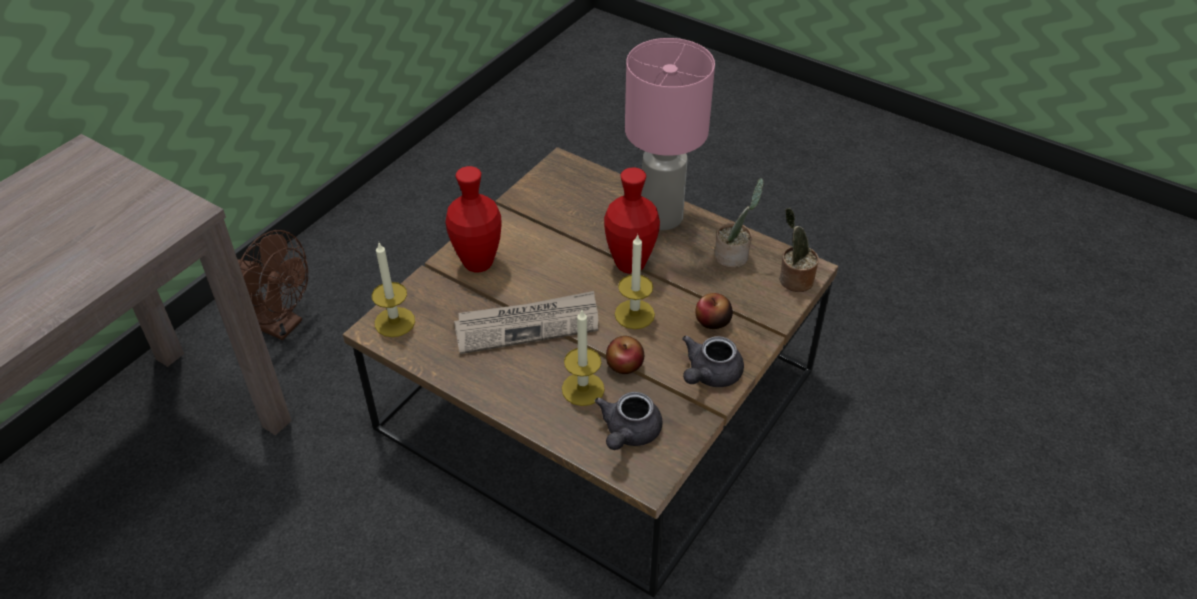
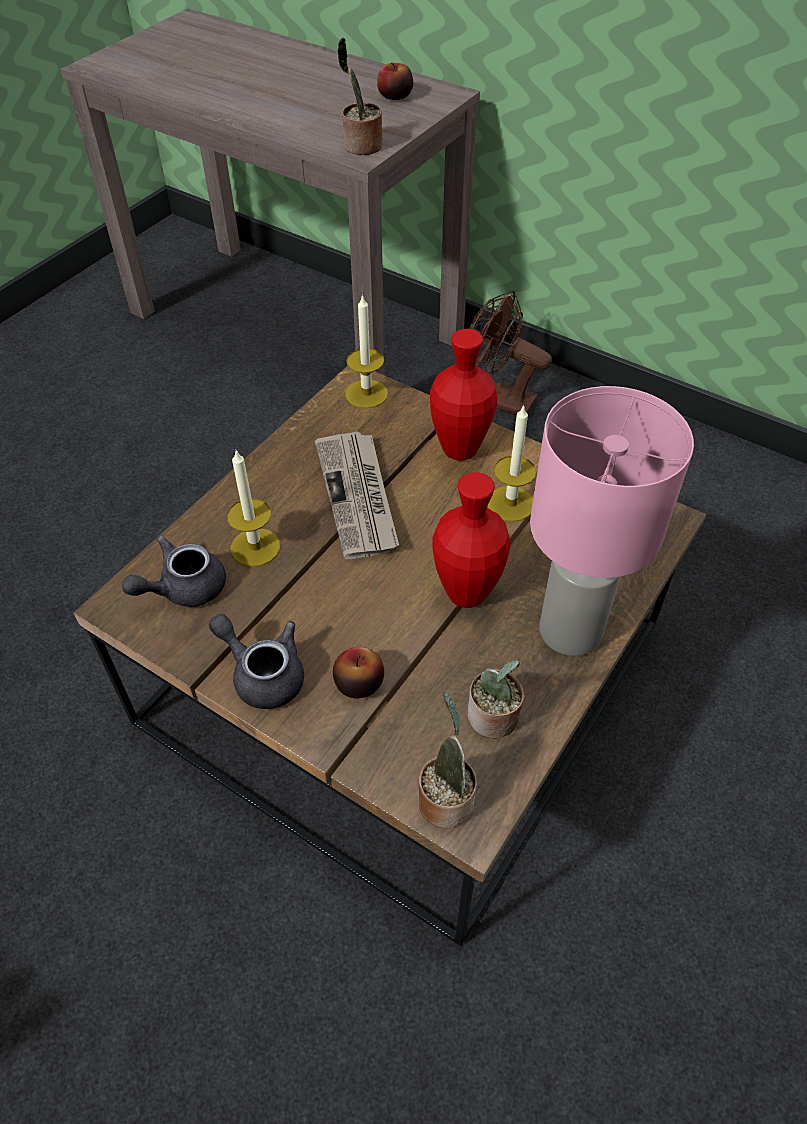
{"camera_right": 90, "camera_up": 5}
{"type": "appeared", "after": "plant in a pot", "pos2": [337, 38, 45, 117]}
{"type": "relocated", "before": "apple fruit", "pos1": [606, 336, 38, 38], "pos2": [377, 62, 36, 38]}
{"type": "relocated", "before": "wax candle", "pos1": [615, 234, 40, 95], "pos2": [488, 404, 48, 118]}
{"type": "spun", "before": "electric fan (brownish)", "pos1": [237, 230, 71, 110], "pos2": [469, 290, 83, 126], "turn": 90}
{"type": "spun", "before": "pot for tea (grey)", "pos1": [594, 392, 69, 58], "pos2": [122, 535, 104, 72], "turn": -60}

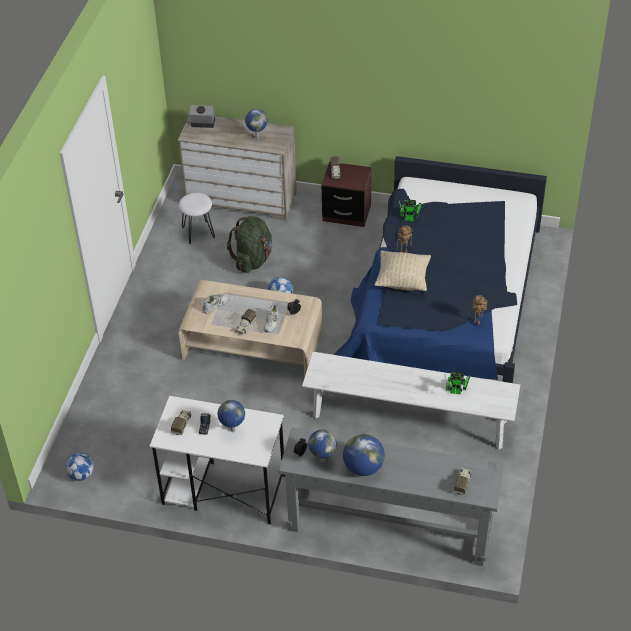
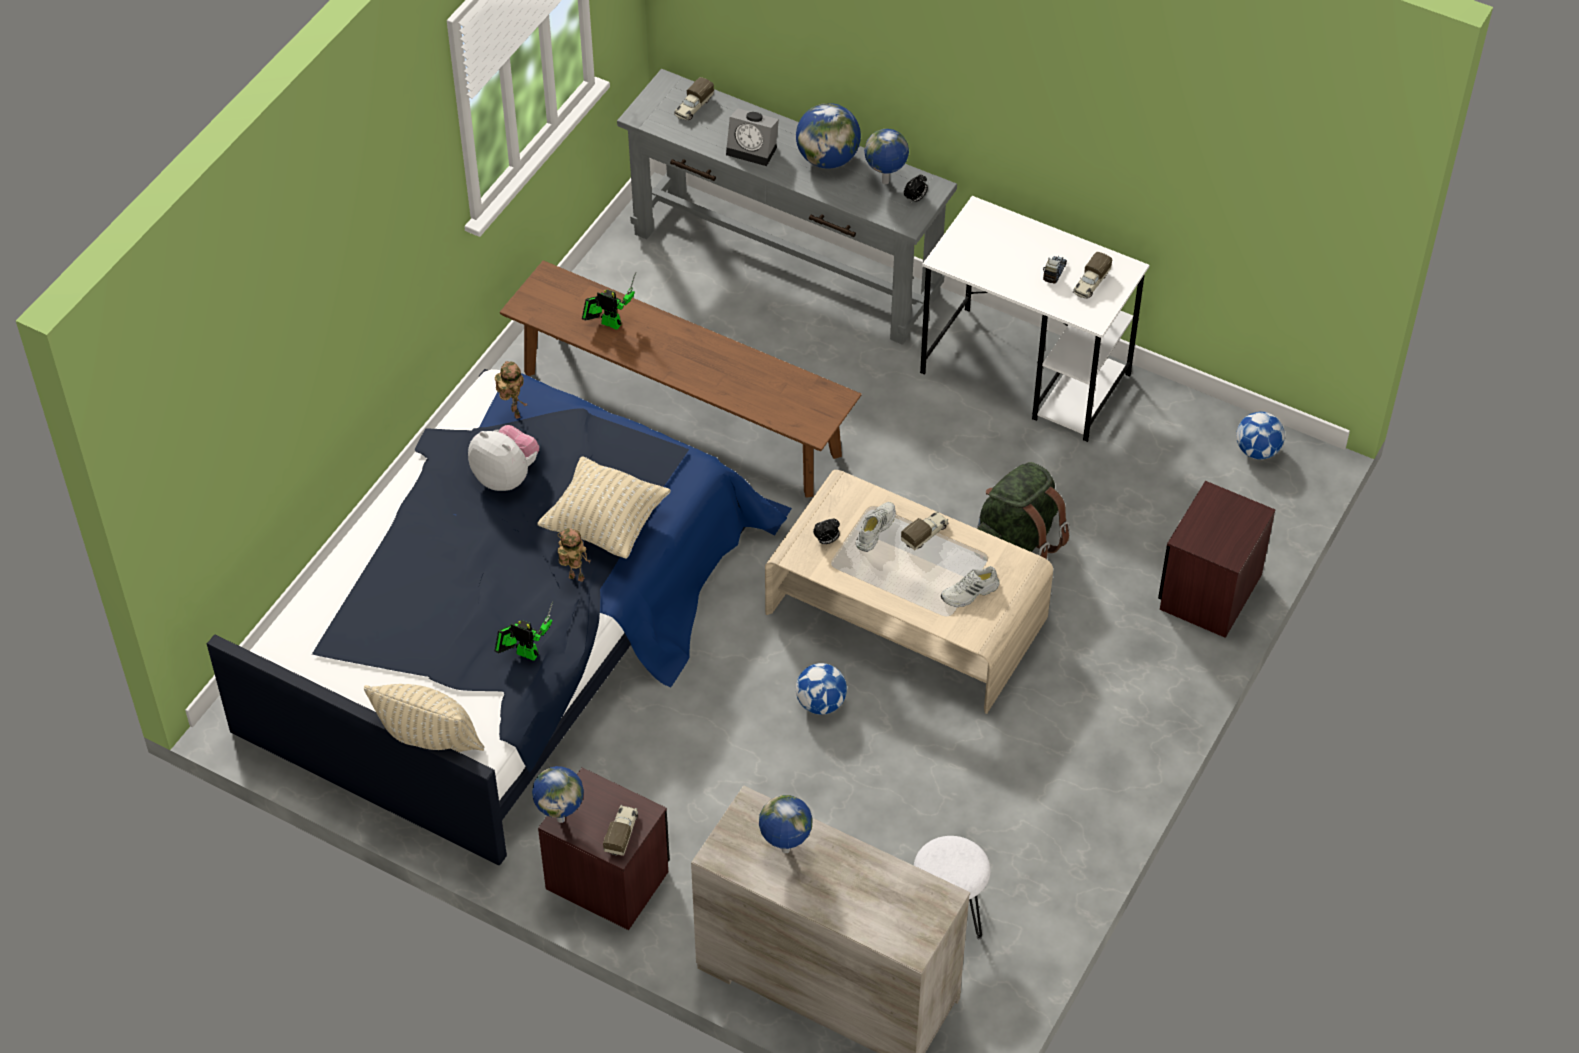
{"camera_right": -165, "camera_up": 5}
{"type": "appeared", "after": "throw pillow (beige)", "pos2": [364, 684, 120, 68]}
{"type": "appeared", "after": "plush toy", "pos2": [468, 425, 71, 66]}
{"type": "appeared", "after": "nightstand (brownish)", "pos2": [1158, 481, 117, 157]}
{"type": "relocated", "before": "alarm clock", "pos1": [189, 105, 26, 23], "pos2": [726, 108, 53, 58]}
{"type": "relocated", "before": "globe", "pos1": [217, 400, 28, 32], "pos2": [532, 766, 52, 57]}
{"type": "relocated", "before": "rucksack (greenish)", "pos1": [227, 216, 45, 57], "pos2": [977, 462, 93, 97]}
{"type": "colour", "before": "long seat (white)", "after": "long seat (brownish)", "pos1": [302, 352, 218, 97], "pos2": [500, 260, 362, 238]}

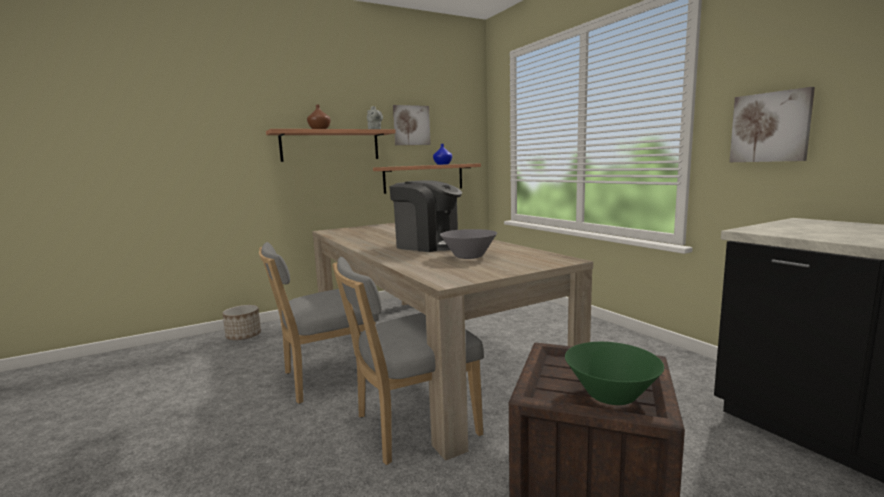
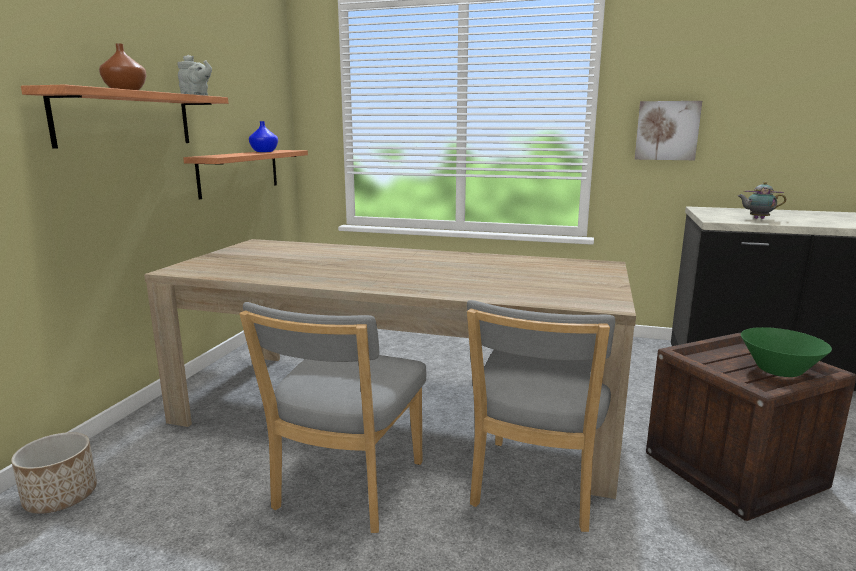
{"camera_right": -45, "camera_up": 5}
{"type": "missing", "before": "coffee brewer", "pos1": [389, 180, 73, 72]}
{"type": "missing", "before": "wall art", "pos1": [393, 105, 38, 40]}
{"type": "missing", "before": "bowl (grey)", "pos1": [440, 229, 57, 30]}
{"type": "appeared", "after": "pot for tea", "pos2": [738, 182, 48, 37]}

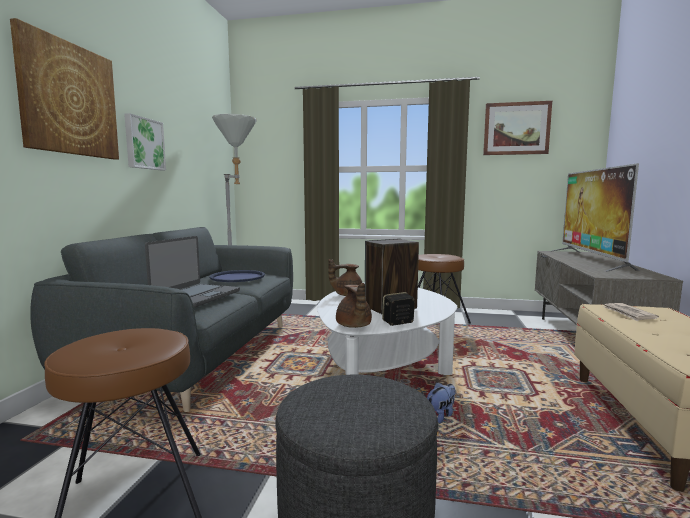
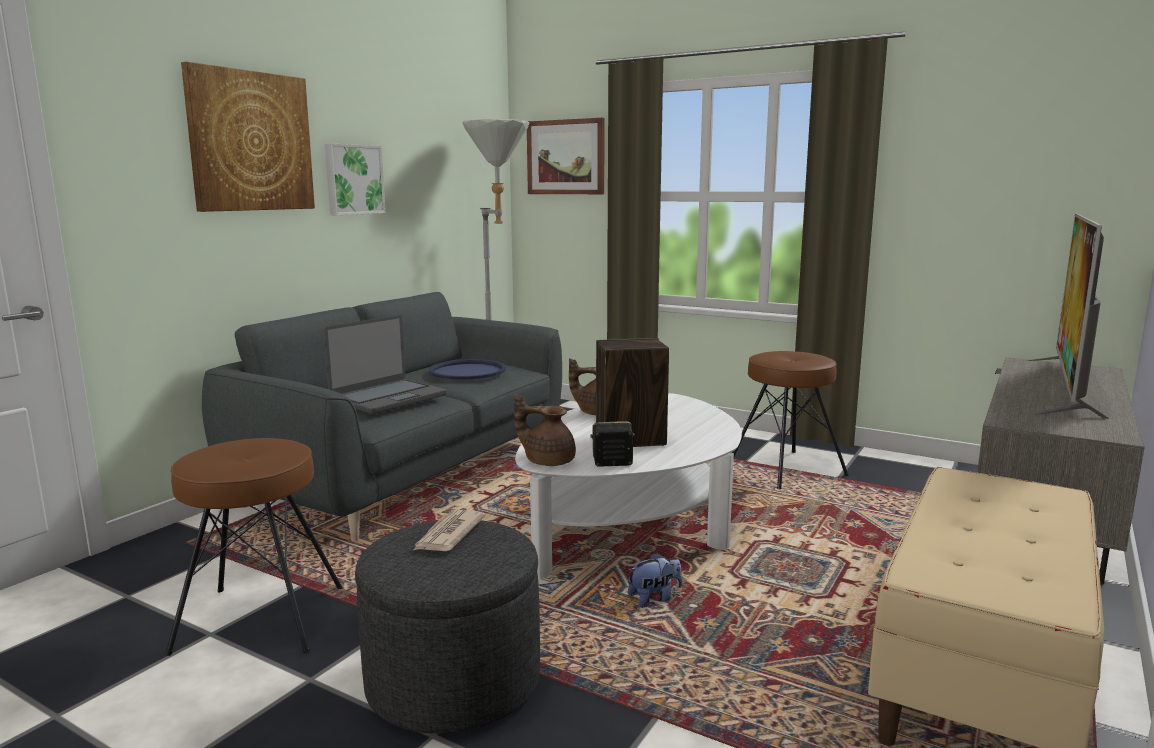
{"camera_right": 20, "camera_up": 5}
{"type": "relocated", "before": "wall art", "pos1": [483, 101, 69, 54], "pos2": [527, 118, 78, 76]}
{"type": "relocated", "before": "daily paper", "pos1": [602, 303, 57, 18], "pos2": [414, 510, 72, 41]}
{"type": "spun", "before": "pot for tea (brownish)", "pos1": [336, 283, 36, 45], "pos2": [514, 394, 62, 72], "turn": 105}

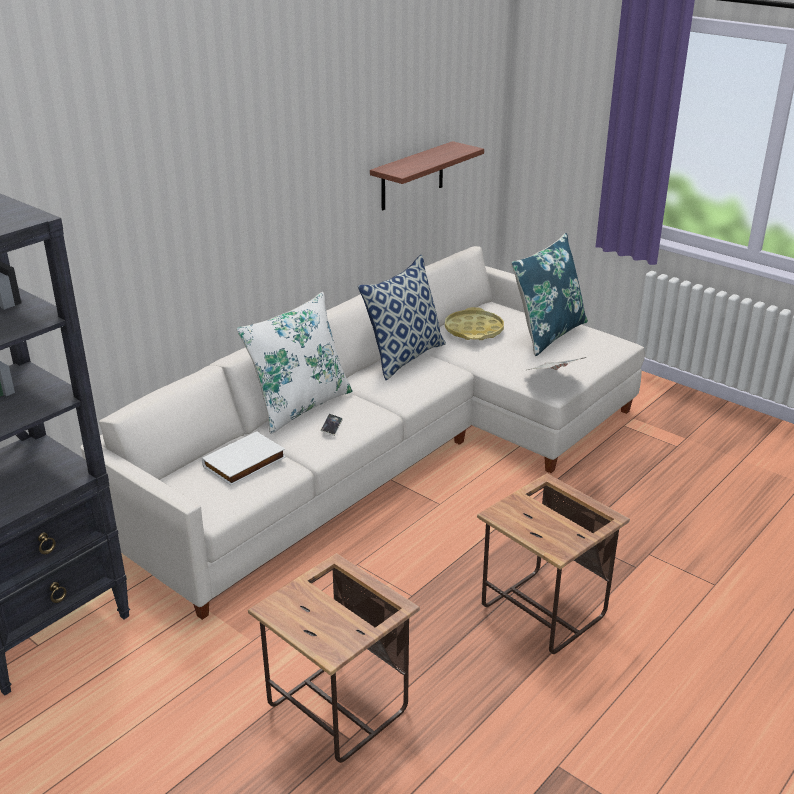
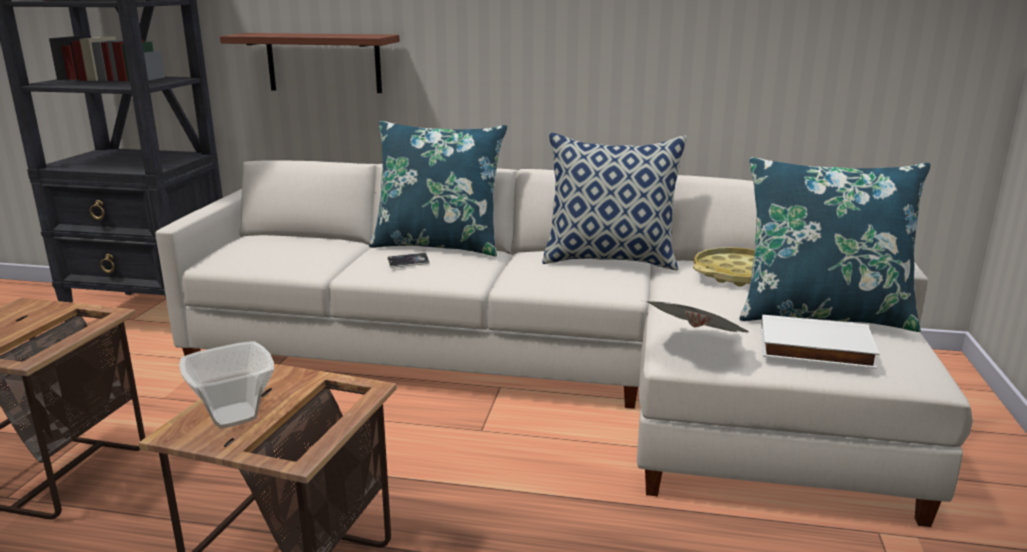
{"camera_right": 60, "camera_up": -10}
{"type": "appeared", "after": "bowl", "pos2": [179, 341, 95, 88]}
{"type": "relocated", "before": "volume (white)", "pos1": [202, 432, 84, 53], "pos2": [761, 315, 118, 54]}
{"type": "relocated", "before": "shelf", "pos1": [370, 141, 114, 69], "pos2": [220, 33, 180, 60]}
{"type": "colour", "before": "throw pillow (white)", "after": "throw pillow (blue-coloured)", "pos1": [236, 292, 117, 142], "pos2": [369, 121, 138, 135]}

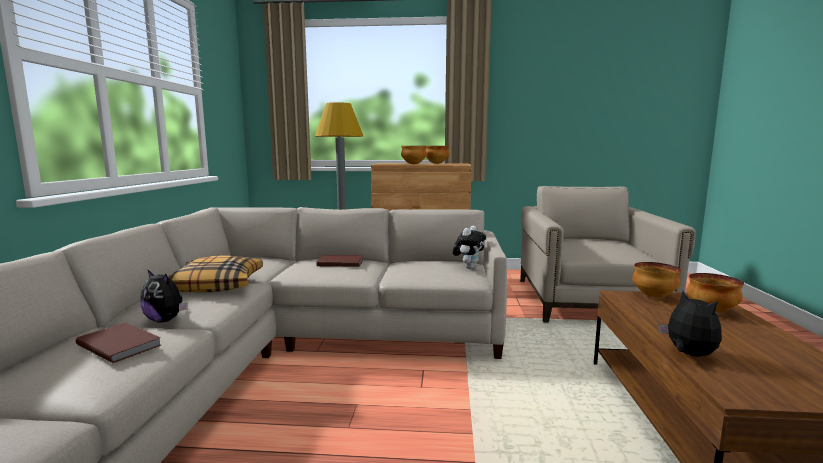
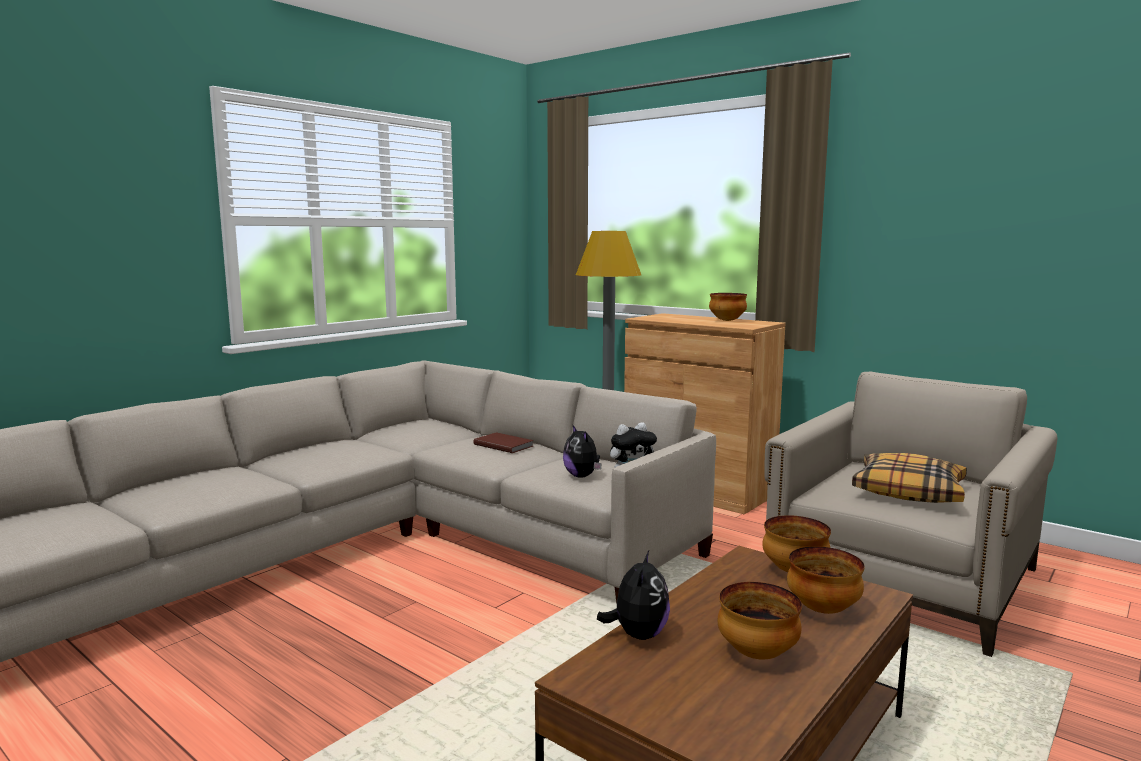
{"camera_right": 35, "camera_up": 0}
{"type": "missing", "before": "volume (brownish)", "pos1": [76, 323, 85, 40]}
{"type": "relocated", "before": "plush toy", "pos1": [140, 269, 48, 54], "pos2": [563, 424, 39, 54]}
{"type": "relocated", "before": "throw pillow", "pos1": [168, 255, 95, 37], "pos2": [852, 453, 115, 50]}
{"type": "relocated", "before": "bowl", "pos1": [401, 146, 26, 18], "pos2": [718, 582, 84, 77]}

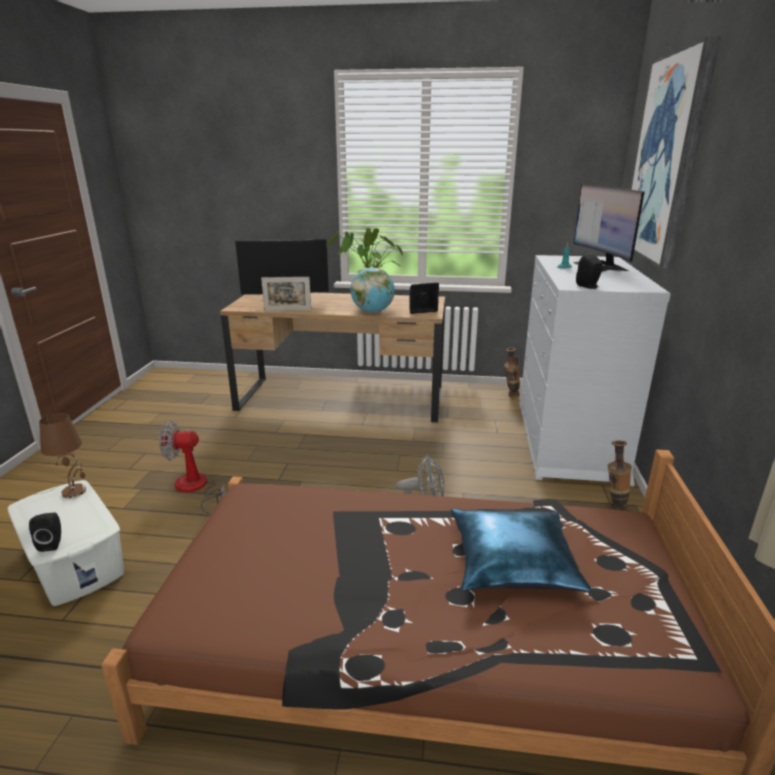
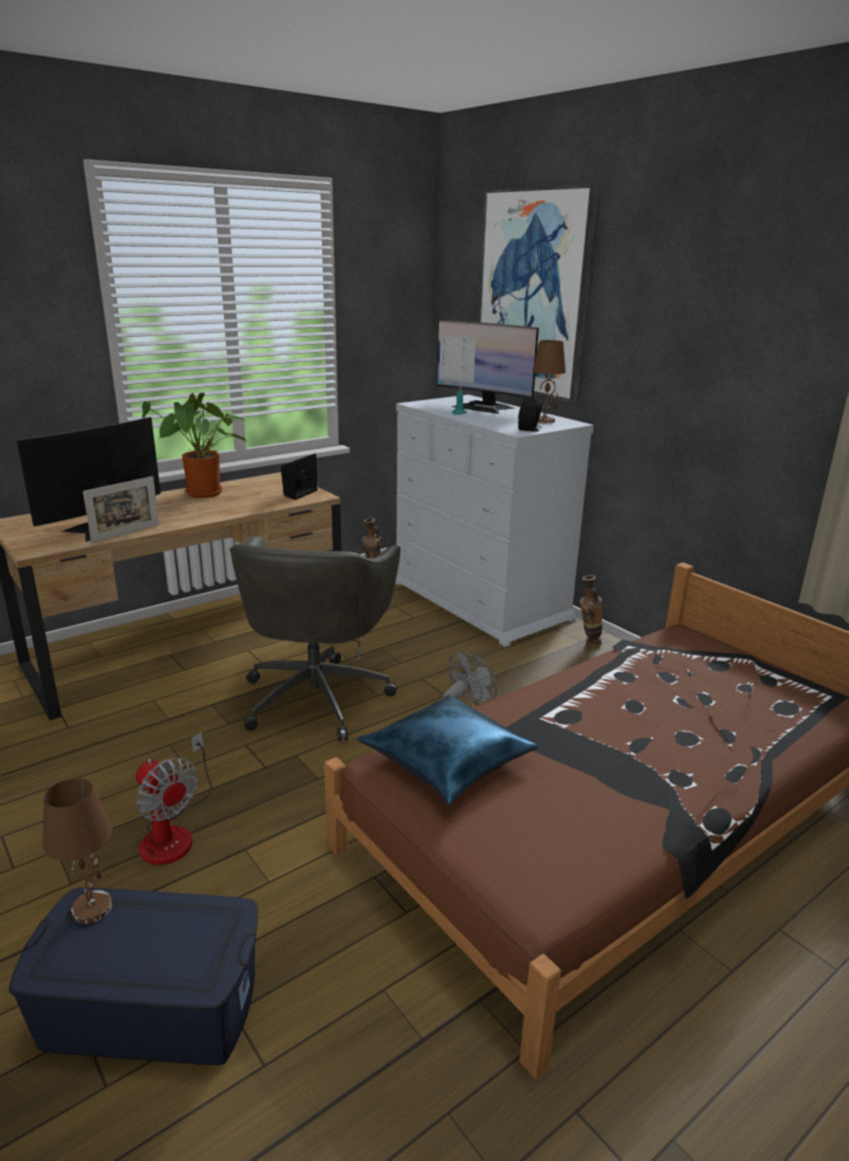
{"camera_right": -45, "camera_up": 0}
{"type": "missing", "before": "loudspeaker (black-coloured)", "pos1": [29, 513, 32, 39]}
{"type": "missing", "before": "globe", "pos1": [351, 267, 44, 46]}
{"type": "appeared", "after": "office chair (grey)", "pos2": [230, 536, 170, 205]}
{"type": "appeared", "after": "table lamp (brownish)", "pos2": [532, 340, 34, 83]}
{"type": "relocated", "before": "throw pillow (blue-coloured)", "pos1": [451, 509, 140, 83], "pos2": [357, 695, 181, 110]}
{"type": "colour", "before": "storage box (white)", "after": "storage box (blue-coloured)", "pos1": [8, 480, 116, 126], "pos2": [9, 888, 249, 177]}
{"type": "spun", "before": "electric fan", "pos1": [159, 421, 66, 93], "pos2": [136, 732, 76, 133], "turn": -90}

